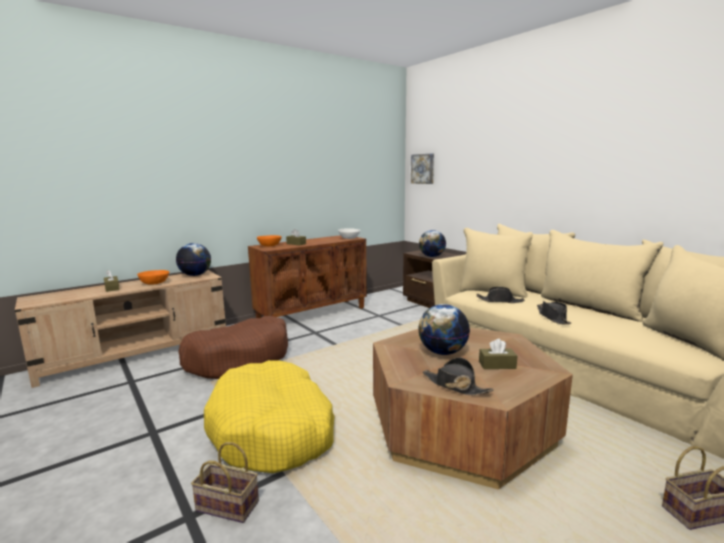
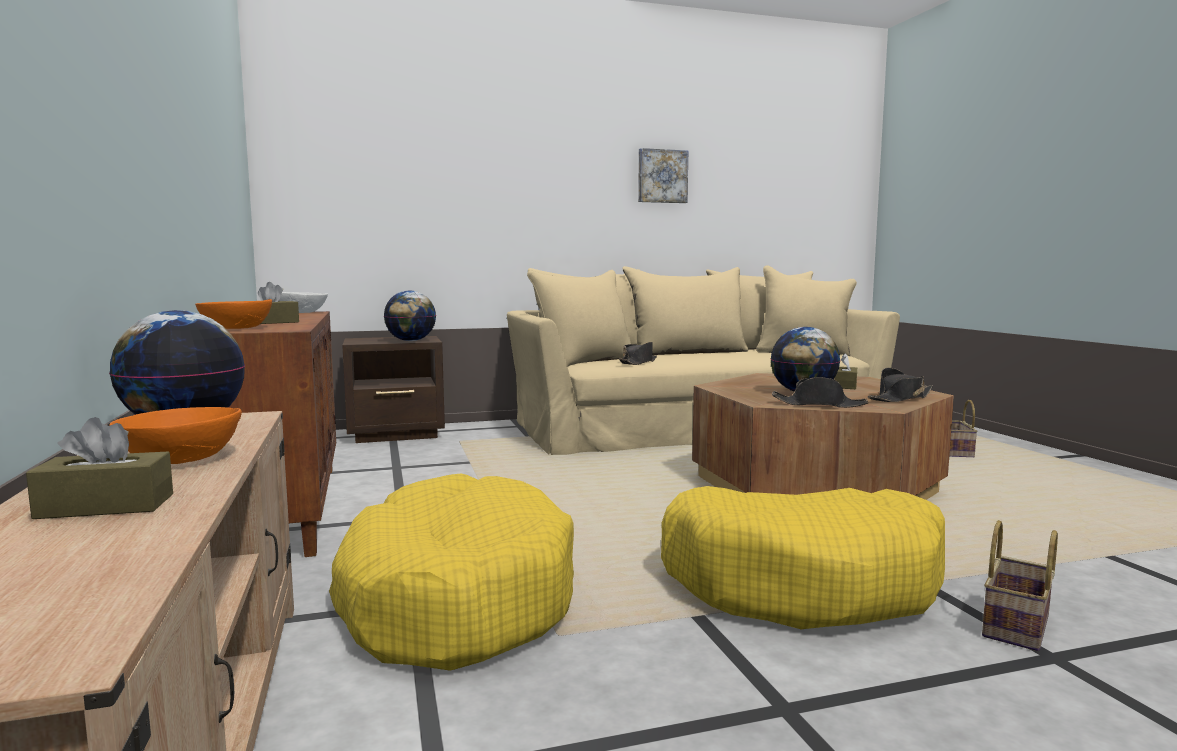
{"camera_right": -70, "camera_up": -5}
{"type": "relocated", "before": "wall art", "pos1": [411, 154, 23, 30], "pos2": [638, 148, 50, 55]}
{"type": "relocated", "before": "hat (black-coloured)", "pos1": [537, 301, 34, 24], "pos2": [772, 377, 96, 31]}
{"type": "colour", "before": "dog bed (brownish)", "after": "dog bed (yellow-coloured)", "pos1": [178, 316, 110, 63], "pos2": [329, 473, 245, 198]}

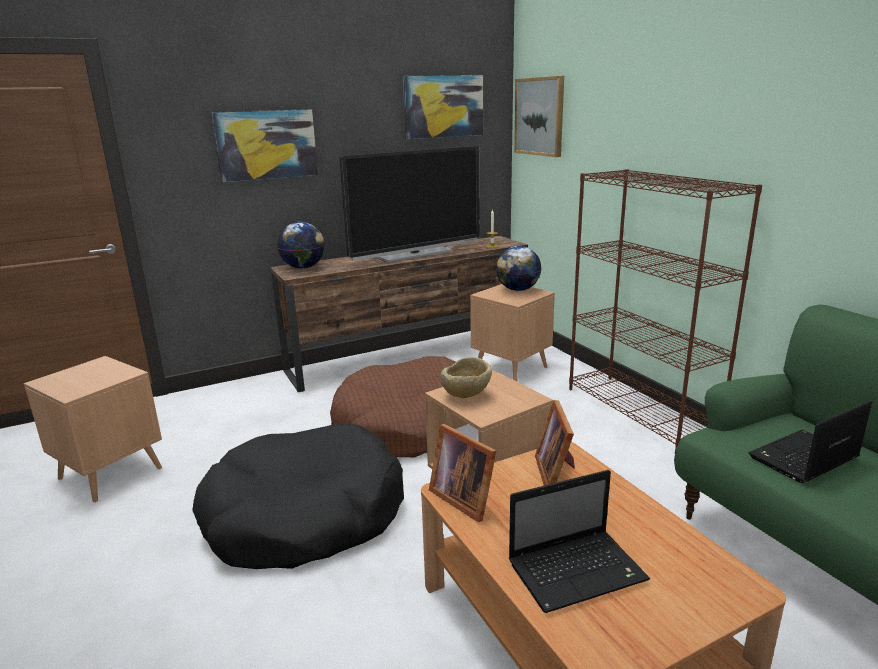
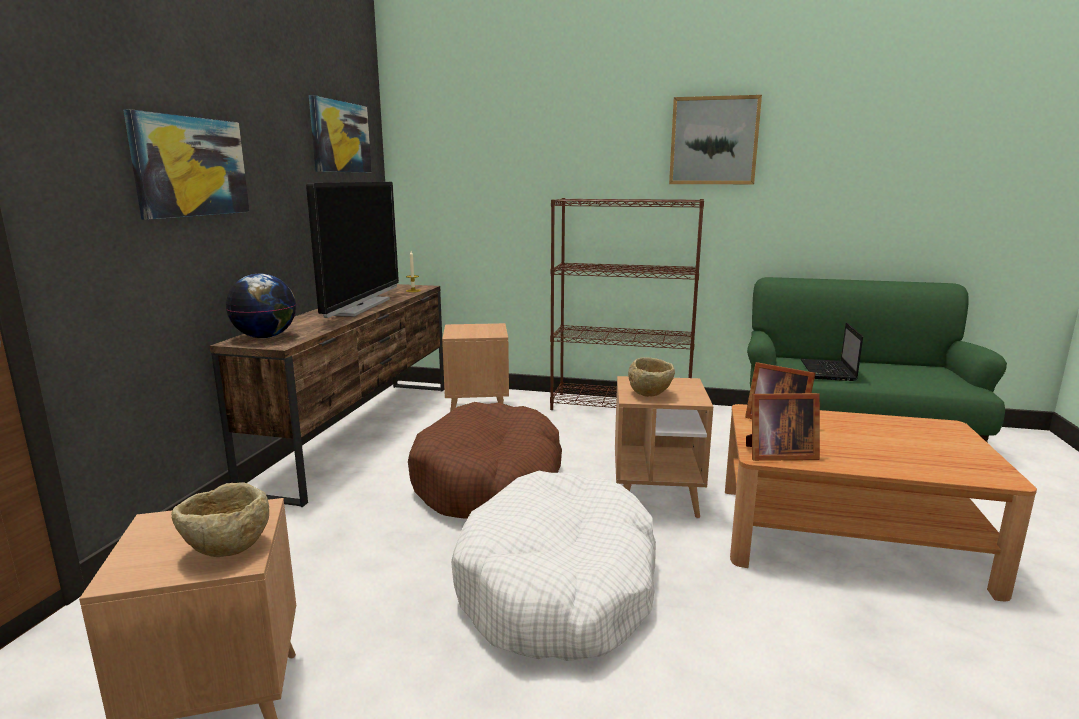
{"camera_right": -50, "camera_up": -5}
{"type": "missing", "before": "globe", "pos1": [496, 246, 45, 45]}
{"type": "missing", "before": "laptop", "pos1": [509, 470, 141, 143]}
{"type": "appeared", "after": "bowl (beige)", "pos2": [171, 482, 98, 75]}
{"type": "relocated", "before": "wall art", "pos1": [514, 76, 50, 81], "pos2": [669, 95, 93, 89]}
{"type": "colour", "before": "dog bed (black-coloured)", "after": "dog bed (white)", "pos1": [192, 423, 212, 146], "pos2": [451, 471, 205, 190]}

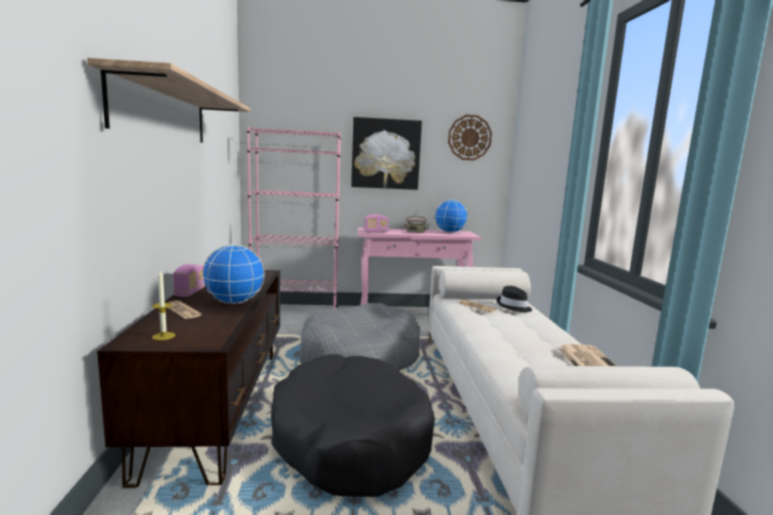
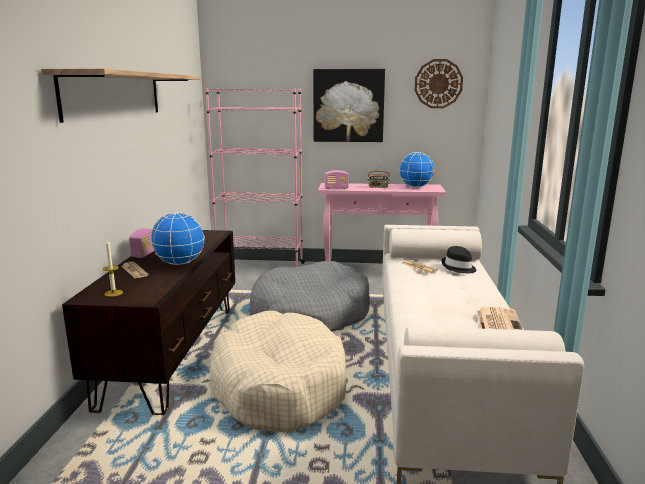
{"camera_right": 10, "camera_up": 5}
{"type": "colour", "before": "dog bed (black-coloured)", "after": "dog bed (beige)", "pos1": [271, 354, 164, 143], "pos2": [208, 311, 138, 121]}

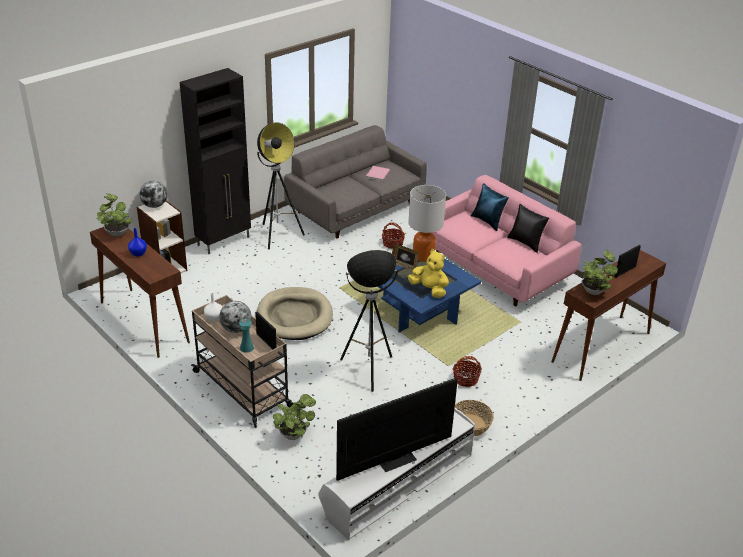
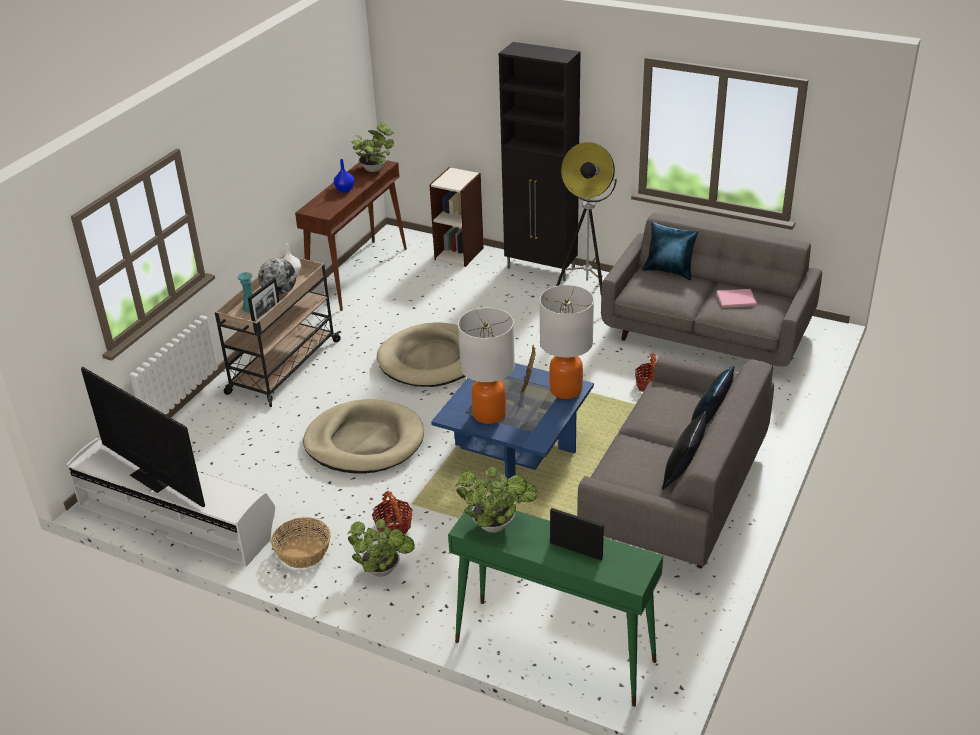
{"camera_right": 70, "camera_up": 0}
{"type": "missing", "before": "globe", "pos1": [140, 181, 27, 27]}
{"type": "appeared", "after": "throw pillow (blue-coloured)", "pos2": [642, 222, 56, 58]}
{"type": "relocated", "before": "plant in a pot", "pos1": [273, 394, 43, 46], "pos2": [348, 519, 67, 58]}
{"type": "exchanged", "before": "standing lamp", "after": "dog bed (beige)", "pos1": [340, 250, 58, 142], "pos2": [303, 399, 121, 75]}
{"type": "exchanged", "before": "plush toy (yellow-coloured)", "after": "table lamp", "pos1": [408, 249, 41, 49], "pos2": [458, 308, 57, 116]}
{"type": "colour", "before": "sofa (pink)", "after": "sofa (grey)", "pos1": [432, 175, 149, 131], "pos2": [577, 355, 197, 213]}
{"type": "colour", "before": "hall table (brownish)", "after": "hall table (greenish)", "pos1": [552, 250, 114, 131], "pos2": [448, 506, 215, 201]}

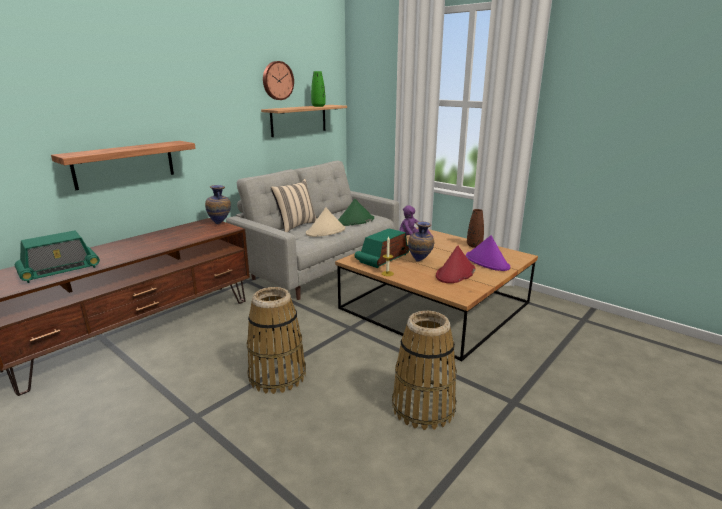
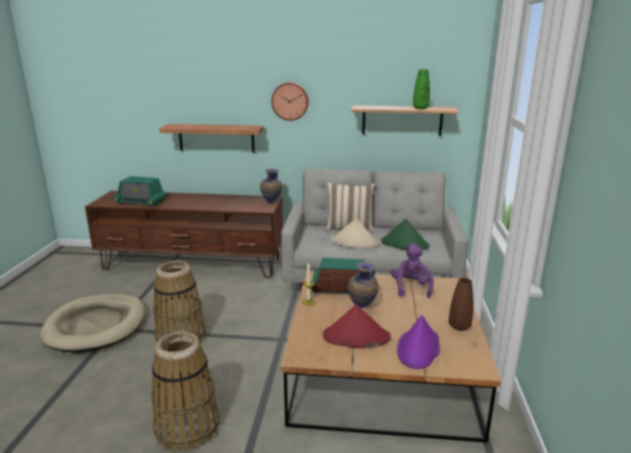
{"camera_right": 55, "camera_up": 0}
{"type": "appeared", "after": "dog bed (beige)", "pos2": [40, 294, 105, 59]}
{"type": "relocated", "before": "clock on the wall", "pos1": [263, 61, 31, 39], "pos2": [271, 82, 38, 39]}

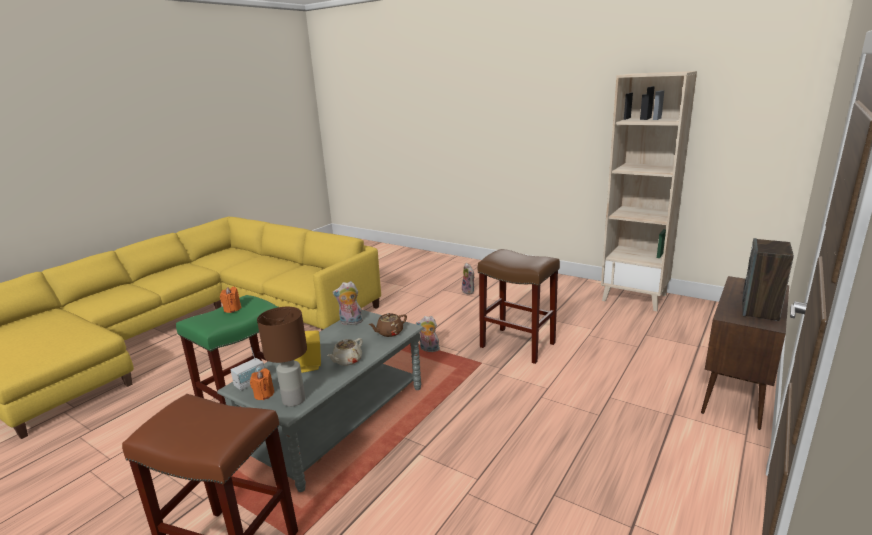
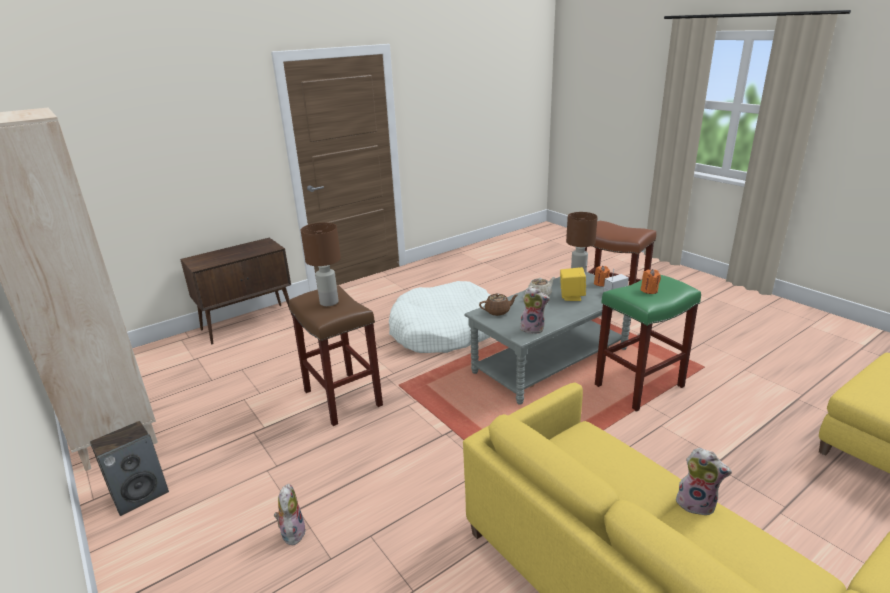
{"camera_right": -160, "camera_up": 5}
{"type": "appeared", "after": "table lamp (brownish)", "pos2": [301, 222, 40, 84]}
{"type": "appeared", "after": "dog bed (white)", "pos2": [389, 281, 102, 72]}
{"type": "relocated", "before": "plush toy", "pos1": [416, 316, 24, 36], "pos2": [676, 448, 56, 67]}
{"type": "relocated", "before": "loudspeaker", "pos1": [742, 238, 52, 83], "pos2": [90, 421, 79, 95]}

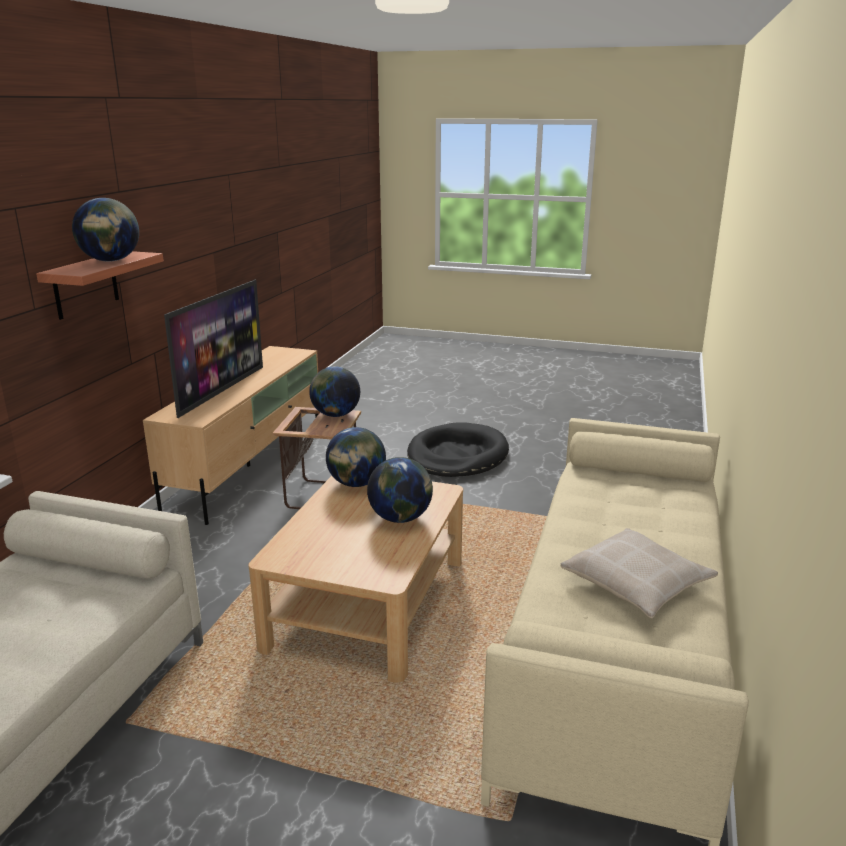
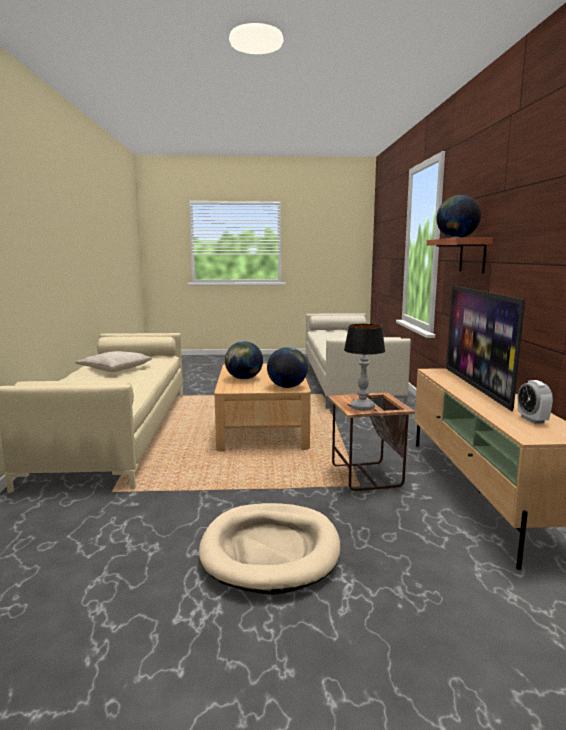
{"camera_right": 160, "camera_up": -10}
{"type": "appeared", "after": "alarm clock", "pos2": [518, 380, 35, 44]}
{"type": "exchanged", "before": "globe", "after": "table lamp", "pos1": [309, 366, 51, 51], "pos2": [344, 324, 41, 87]}
{"type": "colour", "before": "dog bed (black-coloured)", "after": "dog bed (beige)", "pos1": [407, 423, 102, 54], "pos2": [199, 503, 141, 92]}

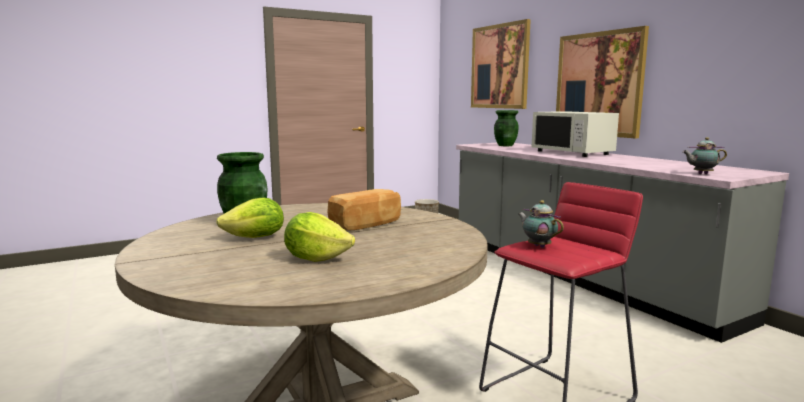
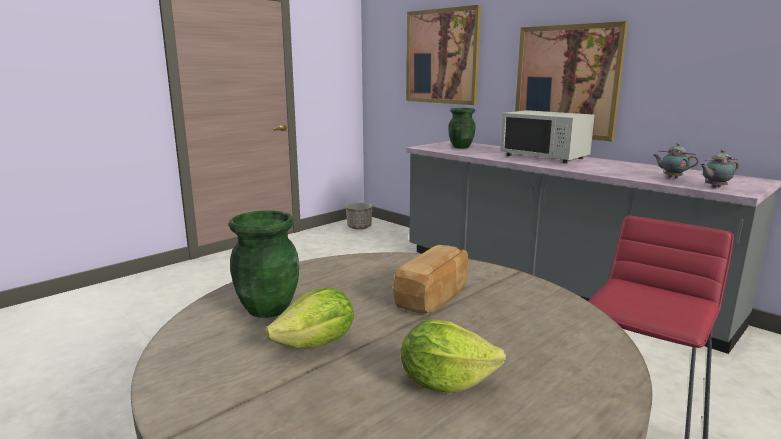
{"camera_right": -15, "camera_up": 5}
{"type": "relocated", "before": "pot for tea", "pos1": [518, 200, 46, 48], "pos2": [653, 143, 46, 36]}

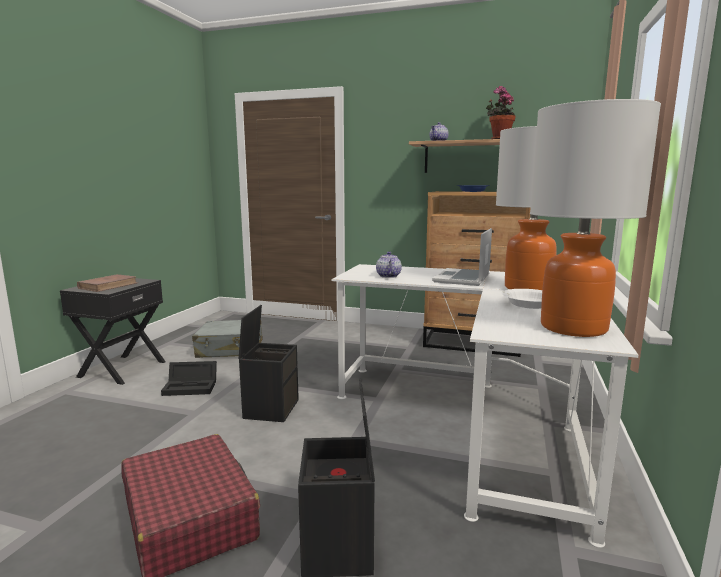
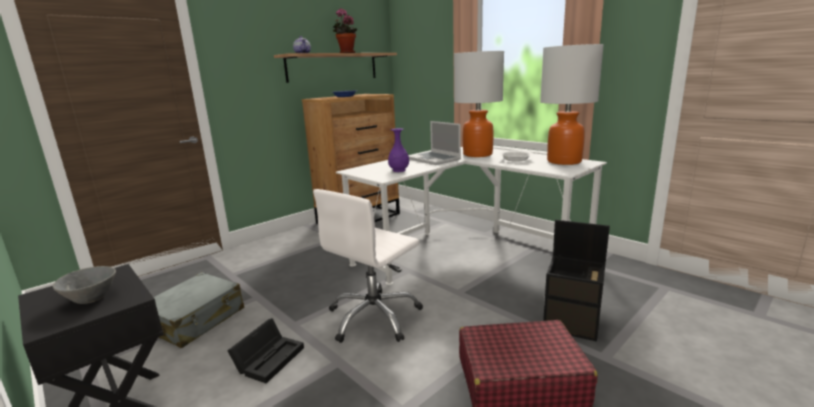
{"camera_right": -60, "camera_up": 5}
{"type": "exchanged", "before": "volume (brownish)", "after": "bowl (grey)", "pos1": [77, 274, 61, 18], "pos2": [53, 266, 63, 38]}
{"type": "exchanged", "before": "storage box (black-coloured)", "after": "office chair (white)", "pos1": [239, 305, 60, 117], "pos2": [313, 189, 110, 154]}
{"type": "exchanged", "before": "pot for tea", "after": "vase (purplish)", "pos1": [376, 252, 26, 26], "pos2": [388, 128, 21, 44]}

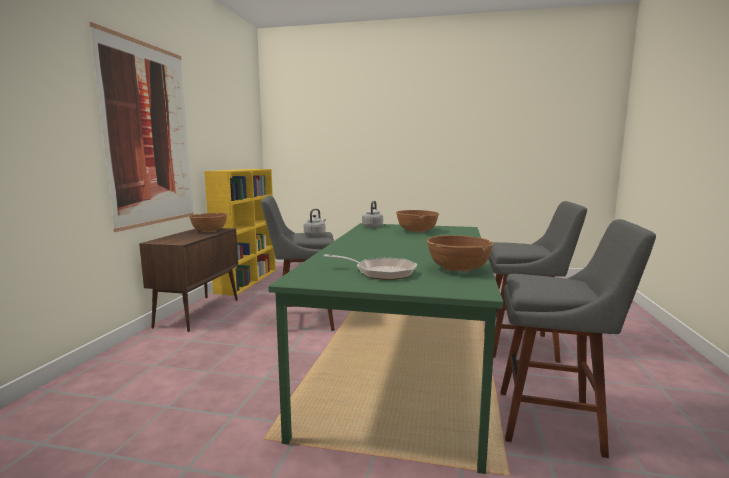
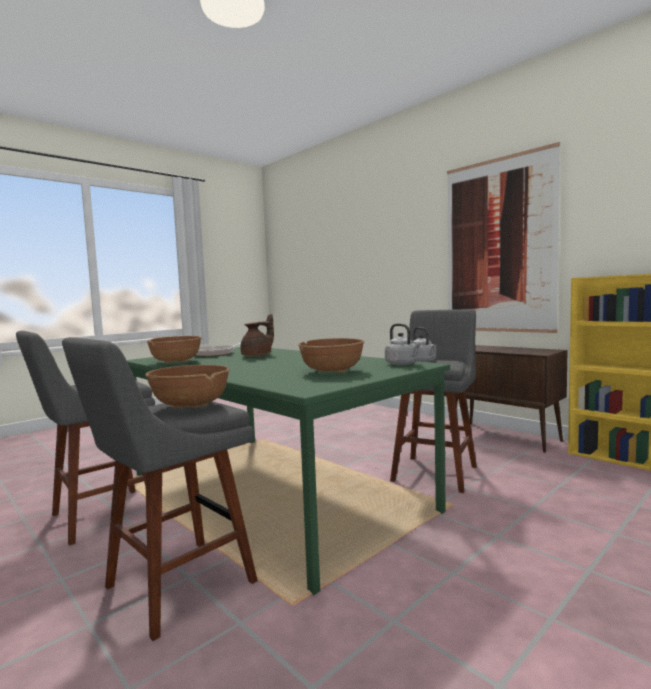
{"camera_right": 125, "camera_up": -5}
{"type": "appeared", "after": "pot for tea (brownish)", "pos2": [240, 314, 34, 43]}
{"type": "relocated", "before": "bowl (brownish)", "pos1": [189, 213, 38, 19], "pos2": [145, 365, 85, 44]}

